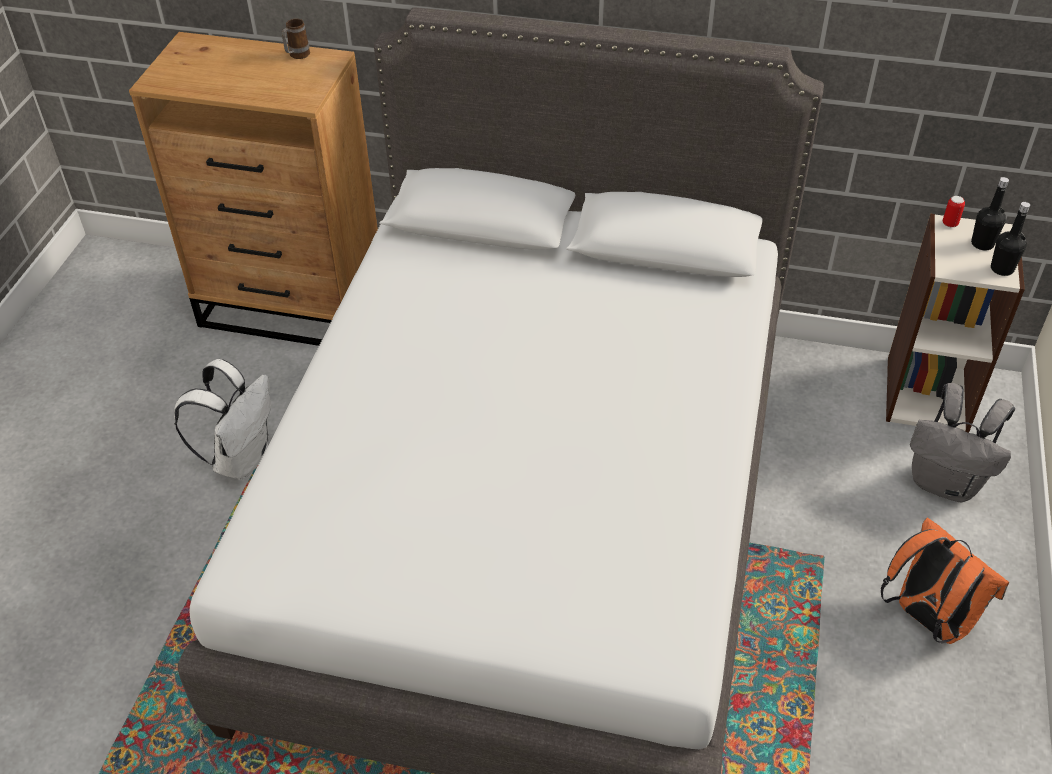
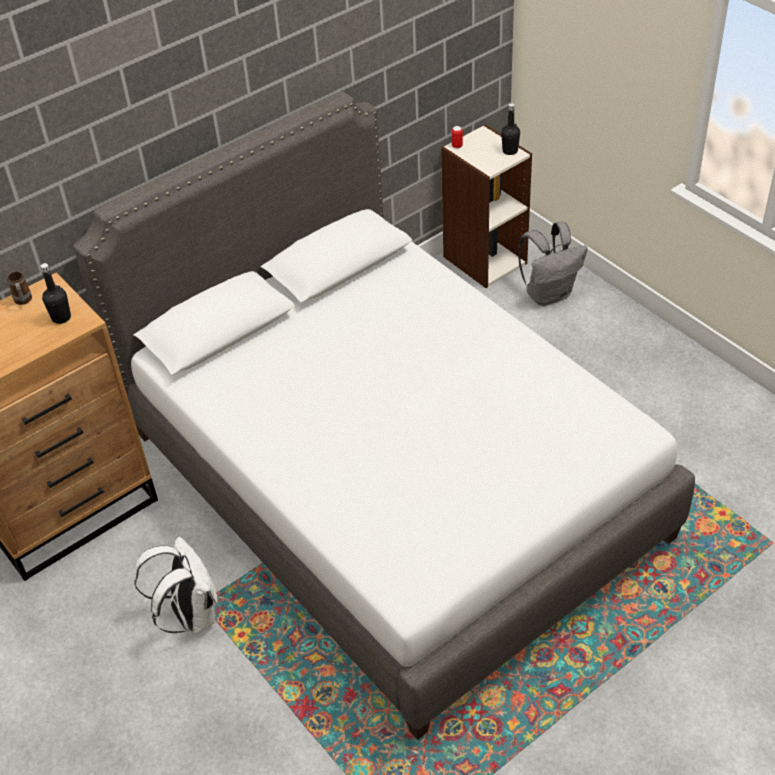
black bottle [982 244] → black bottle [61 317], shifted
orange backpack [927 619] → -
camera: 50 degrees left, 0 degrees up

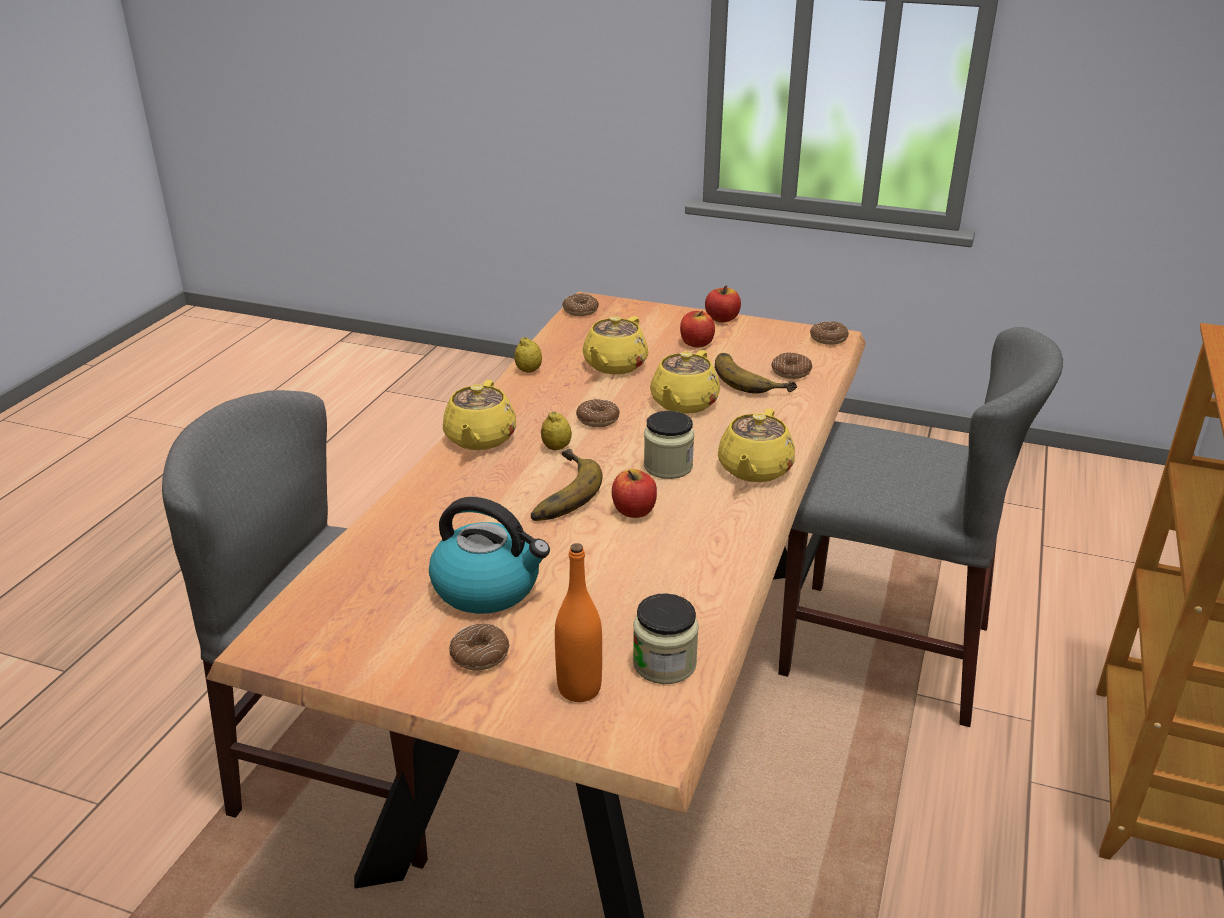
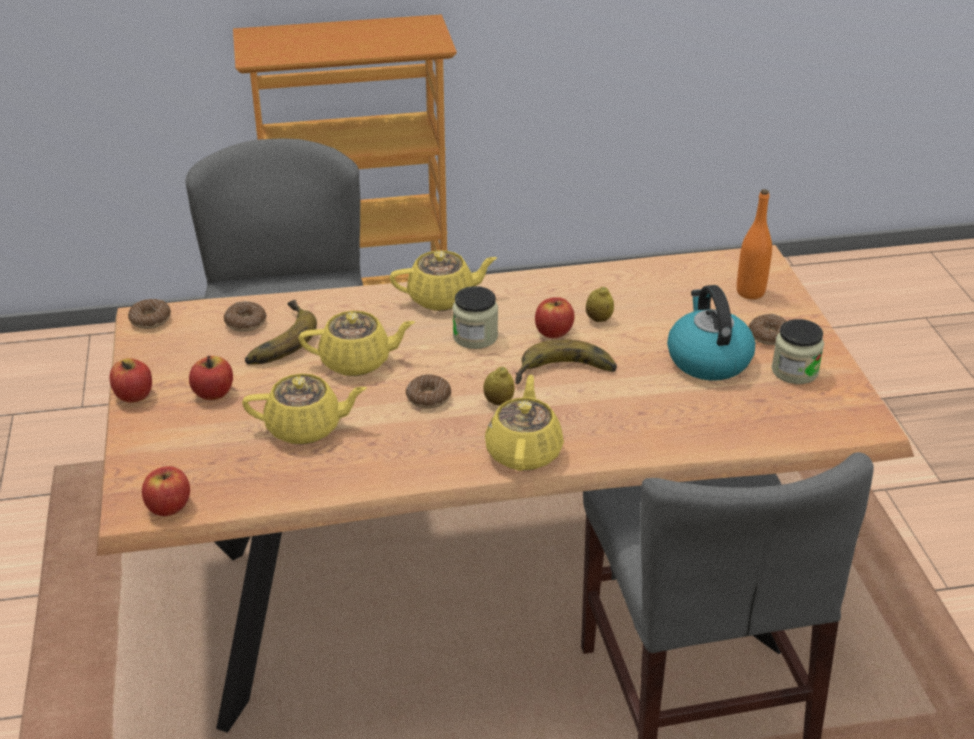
donut [580 311] → apple [168 507]
yellow teapot [479 438] → yellow teapot [524 451], 60 degrees counterclockwise
lemon [528 371] → lemon [599 319], shifted
jar [664 663] → jar [794 371], shifted
camera: 120 degrees left, 5 degrees up

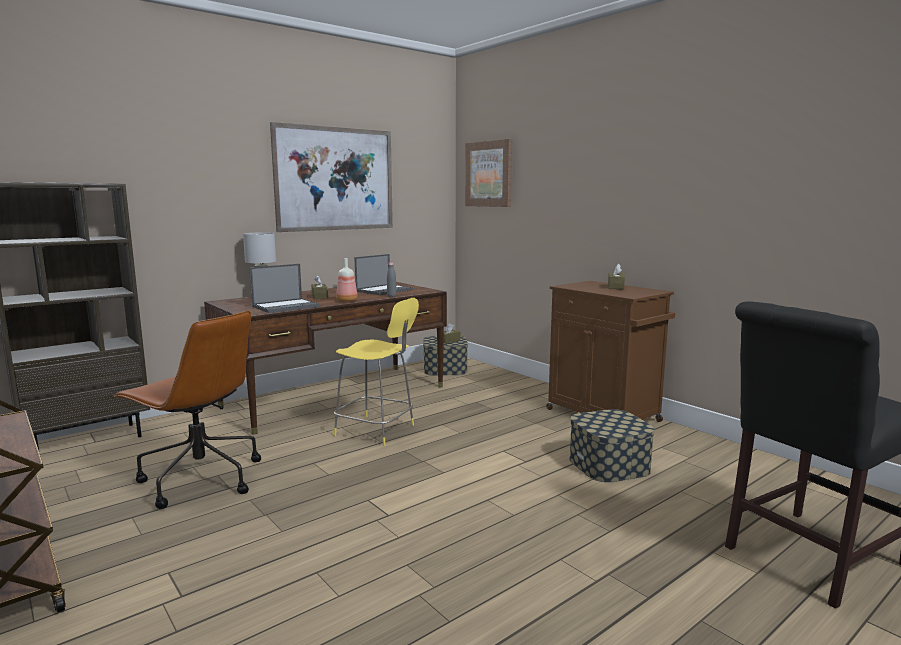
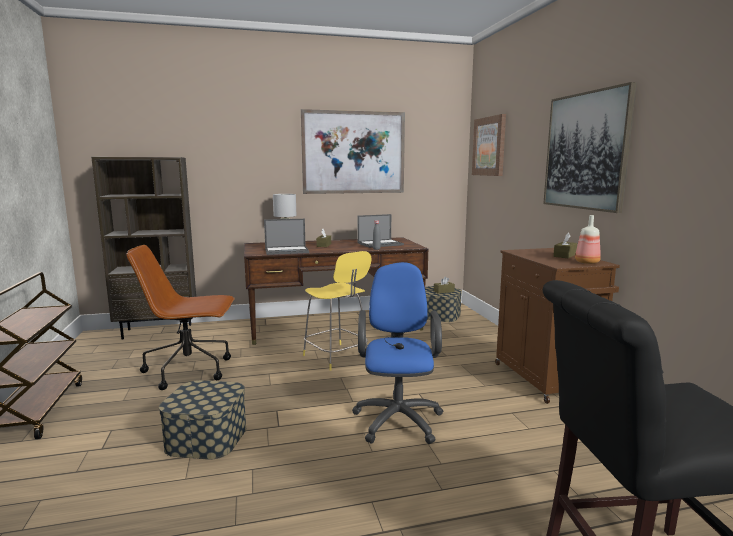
brown office chair [199 479] → brown office chair [190 370], 120 degrees clockwise
storage box [608 464] → storage box [206 438], shifted
- → blue office chair [398 418]
- → picture [586 151]
bottle [347 301] → bottle [587 262], shifted
camera: 25 degrees right, 0 degrees up

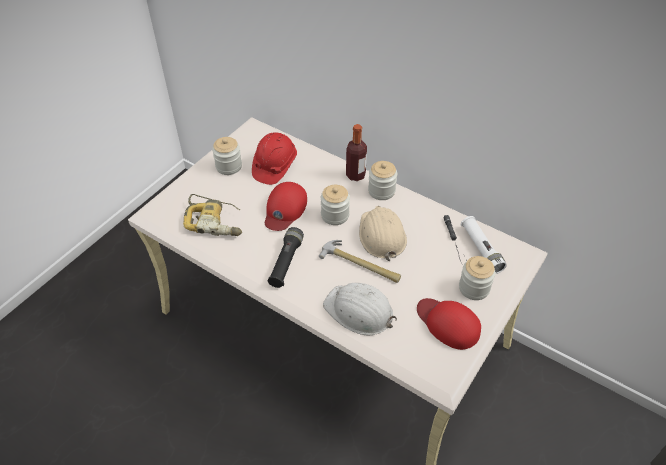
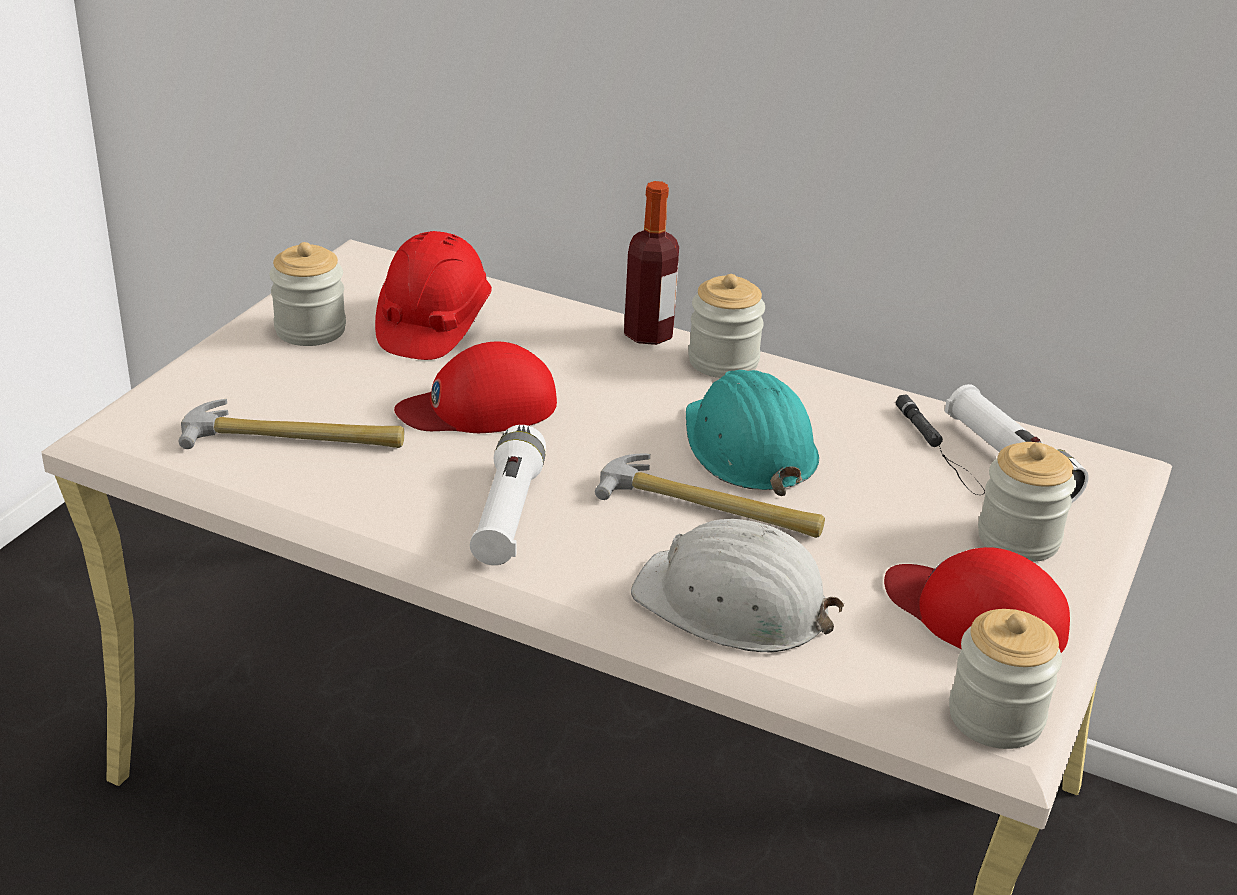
power drill [215 221] → hammer [294 439]
red cap [285 209] → red cap [479 406], 60 degrees clockwise
black flashlight [286 262] → white flashlight [508 514]
beige hard hat [381 235] → turquoise hard hat [748 447]
jar [335 215] → jar [995 717], shifted
camera: 10 degrees left, 15 degrees down

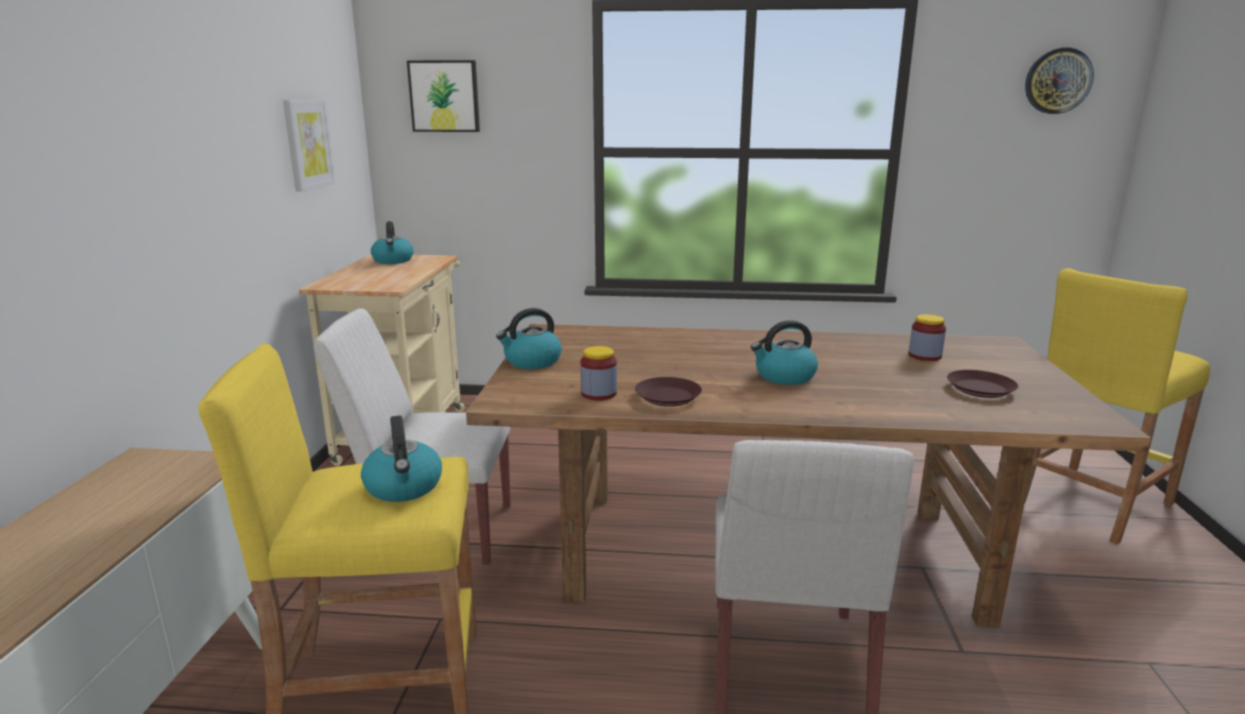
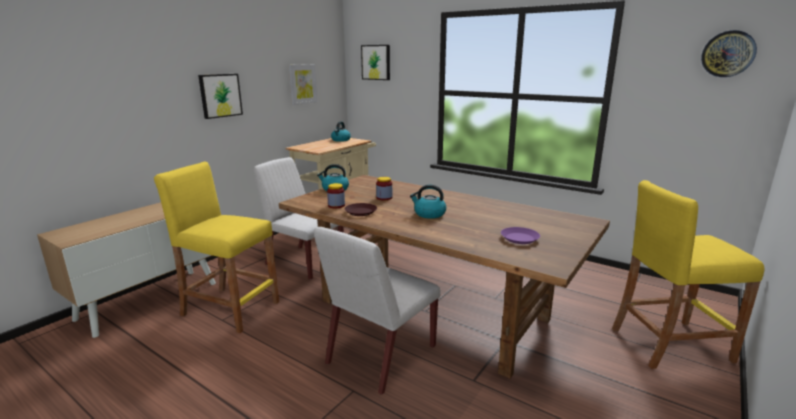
- → picture [220 95]
jar [924 356] → jar [384 198], shifted
brown plate [980 389] → purple plate [519 238]
kettle [404 487] → -
camera: 30 degrees right, 0 degrees up

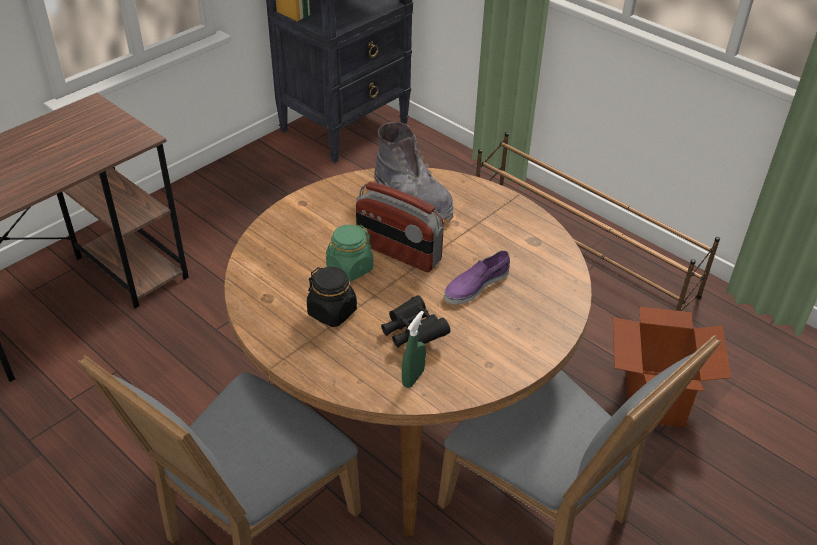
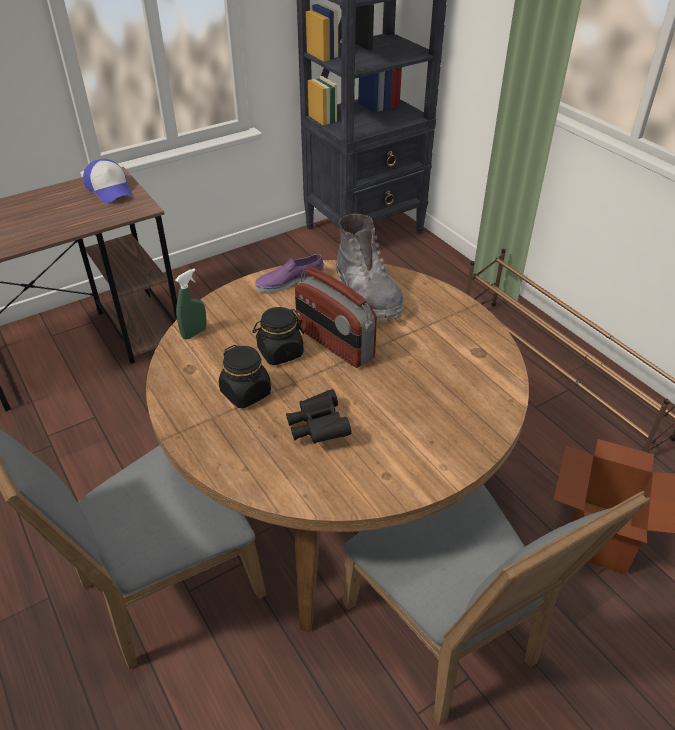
- → cap [110 189]
green spray bottle [413 378] → green spray bottle [194 333], shifted
green jar [349 268] → black jar [280 352]
purple shoe [476 285] → purple shoe [289 281], shifted
camera: 15 degrees right, 0 degrees up

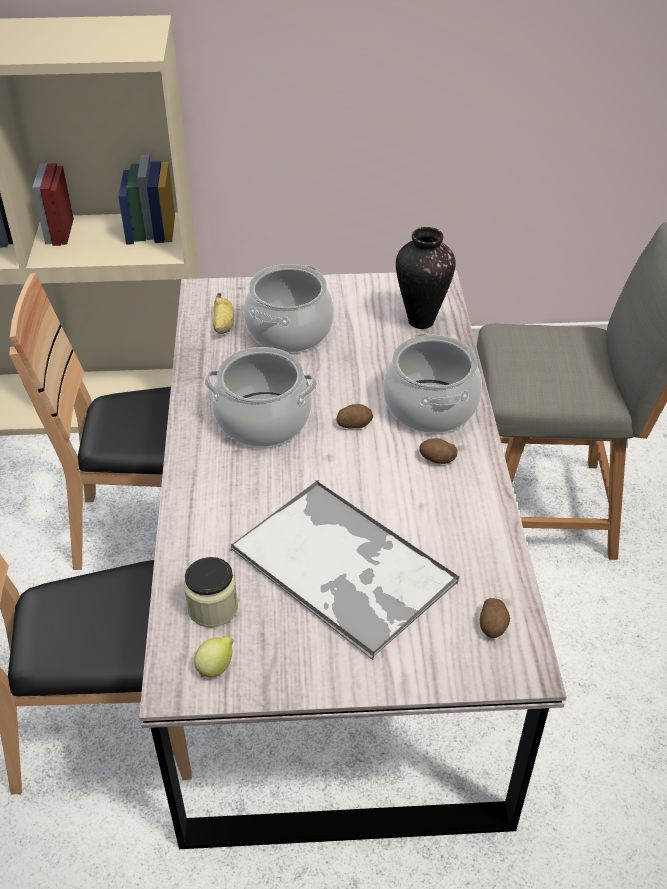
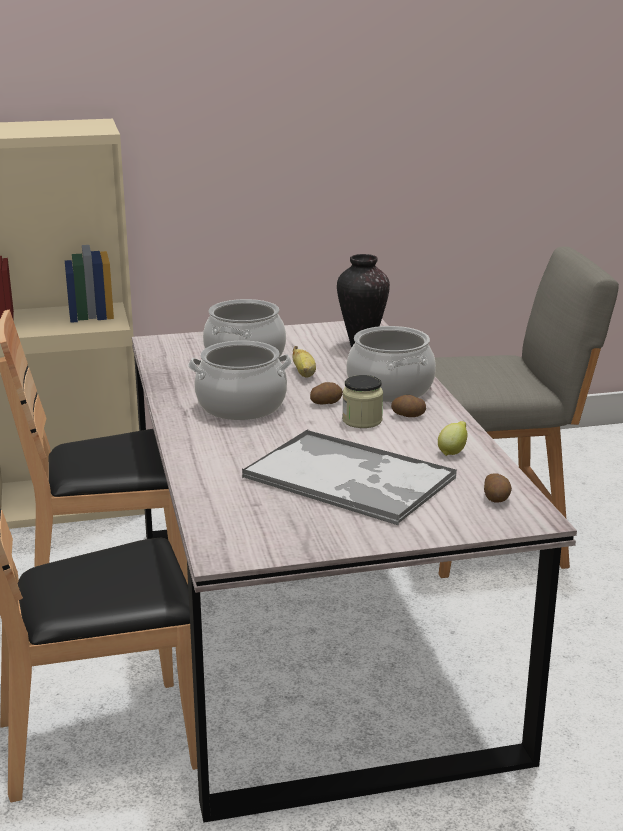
banana [223 326] → banana [304 374], shifted
jar [213 608] → jar [362 420], shifted
lemon [216 667] → lemon [452 452], shifted
camera: 10 degrees left, 20 degrees down

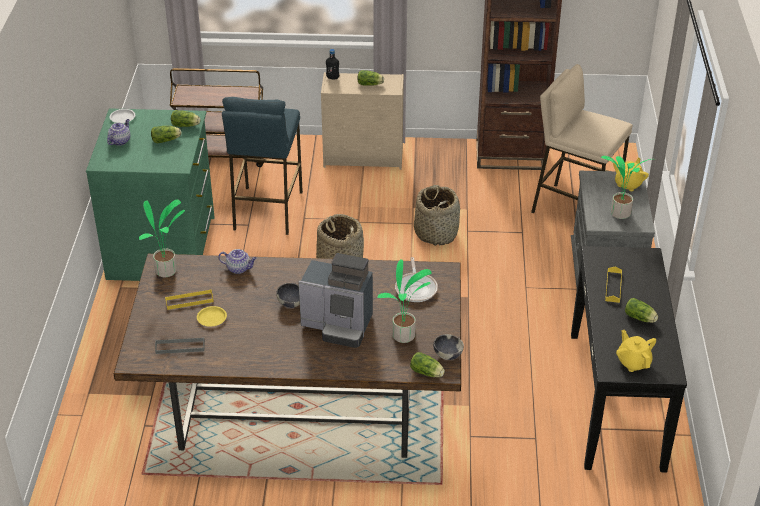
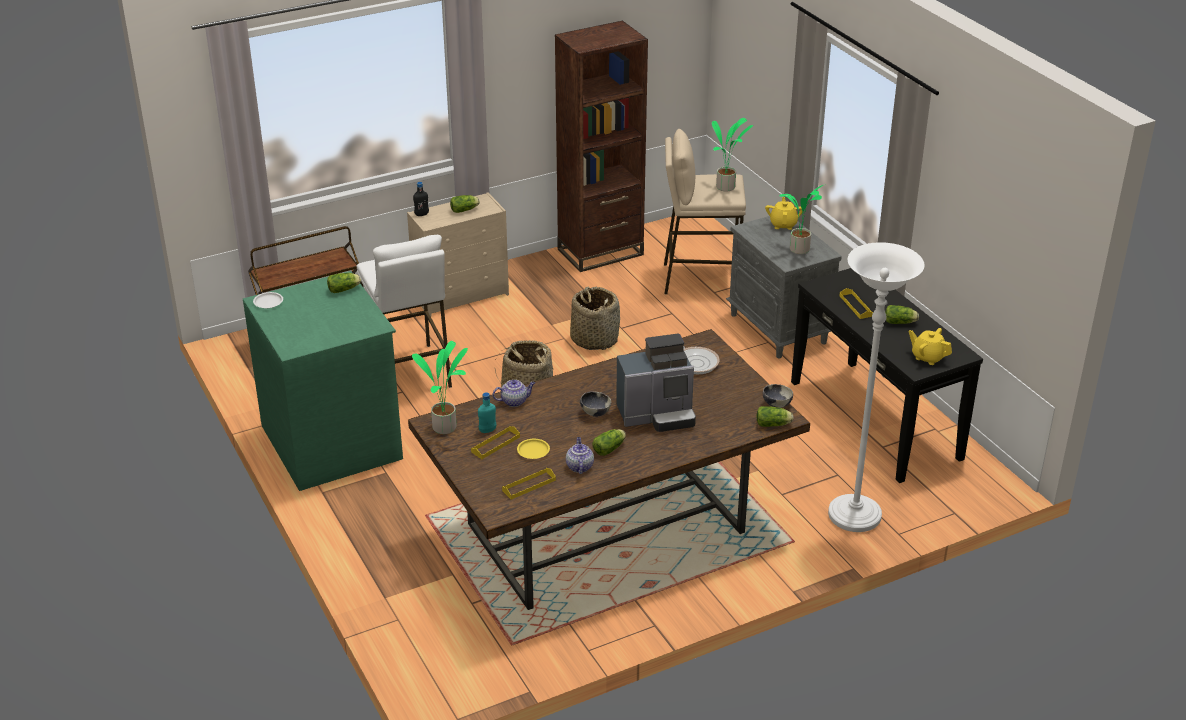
blue stool [267 211] → white stool [409 373]
- → turquoise bottle [487 430]
grey tray [180 347] → yellow tray [529 485]
teapot [120 141] → teapot [579 466], shifted
lettuce [167 140] → lettuce [610 448], shifted
potted plant [405 336] → potted plant [727 187], shifted
- → white floor lamp [854 516]
camera: 30 degrees left, 5 degrees down

